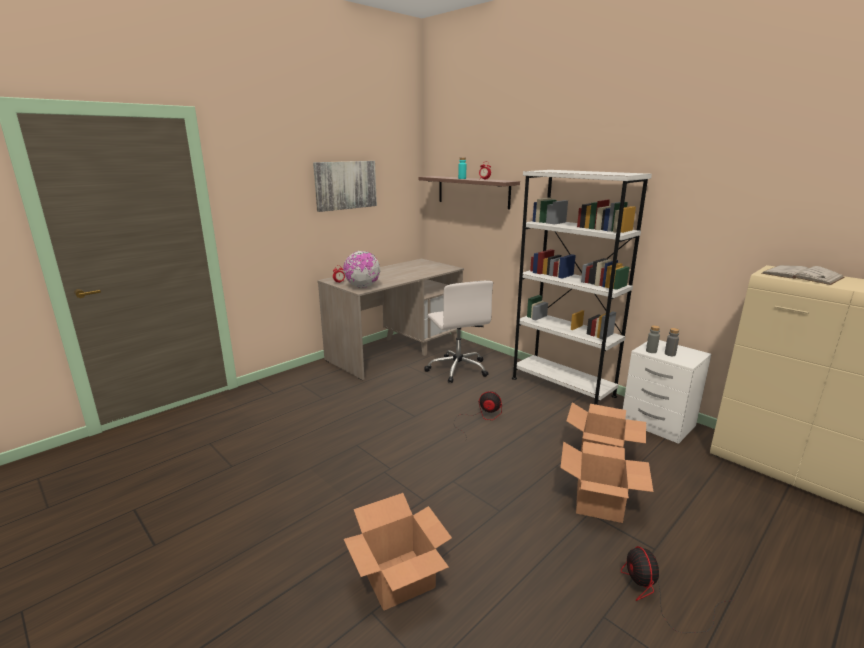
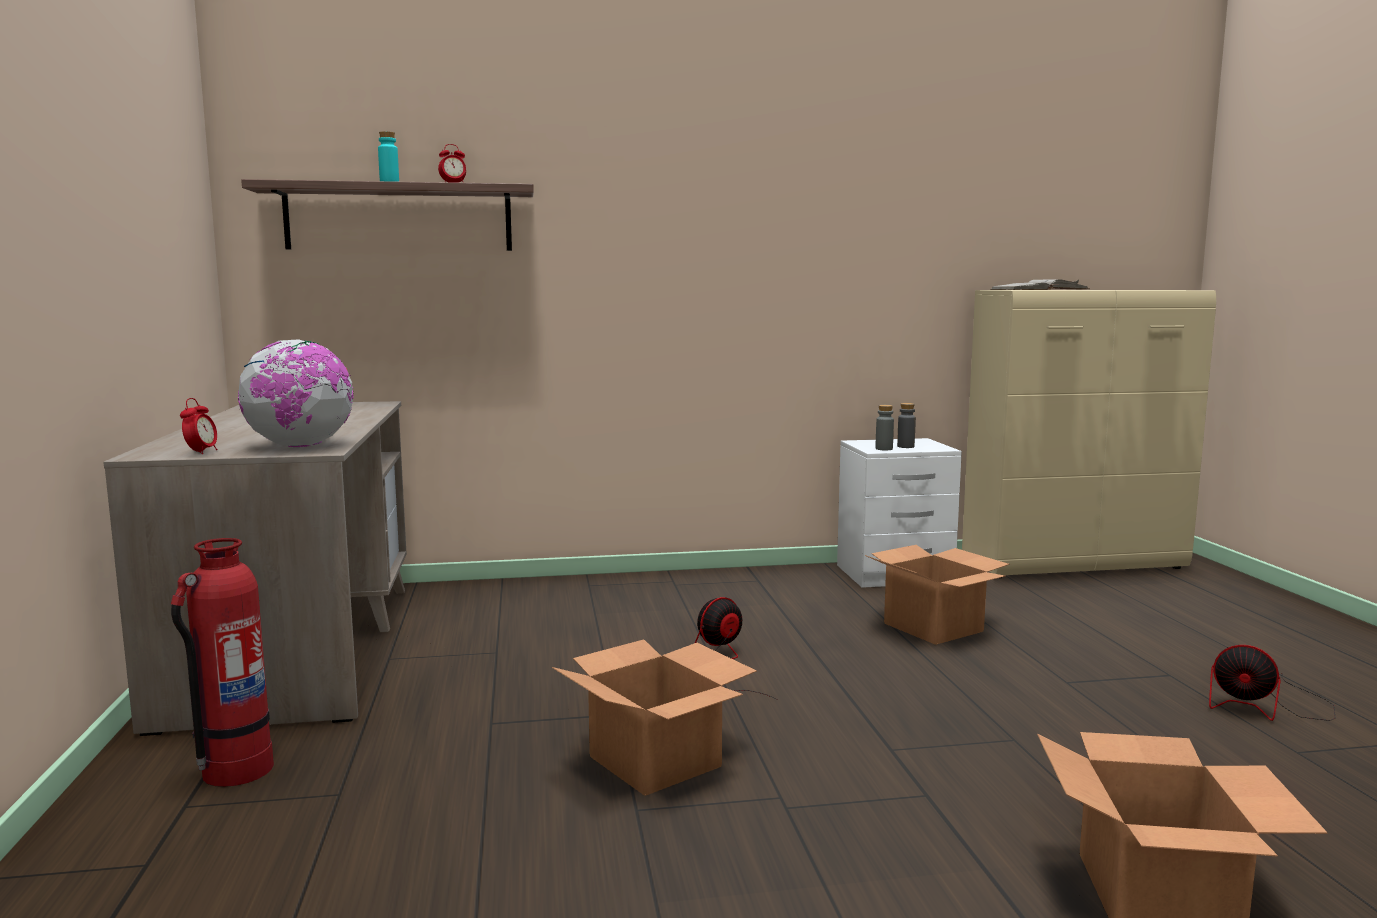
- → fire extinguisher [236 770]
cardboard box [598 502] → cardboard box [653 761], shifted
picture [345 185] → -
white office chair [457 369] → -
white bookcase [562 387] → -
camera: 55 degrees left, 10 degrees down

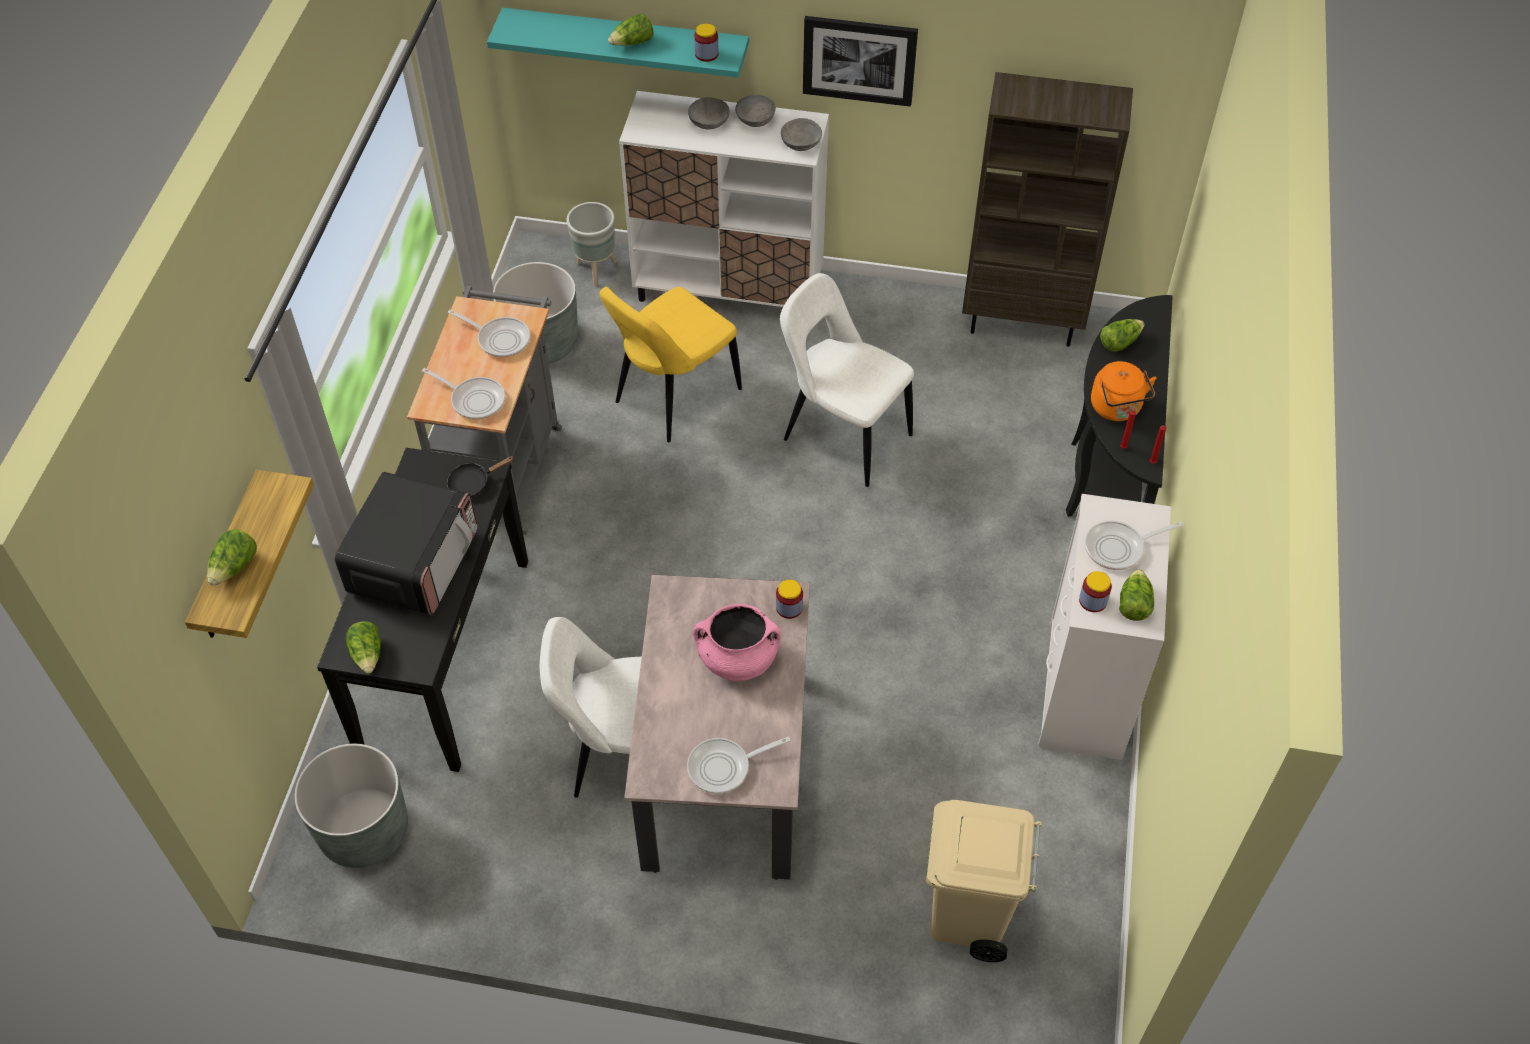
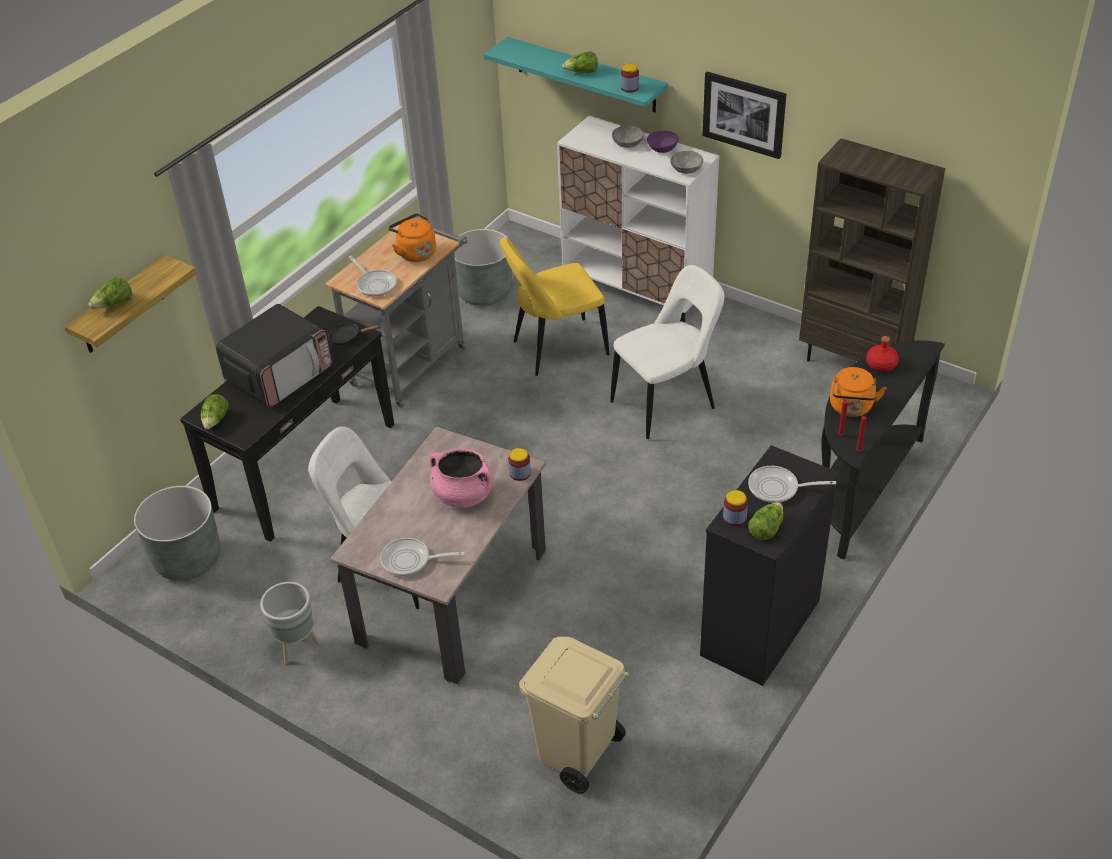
grey planter [595 270] → grey planter [296 646], shifted
frying pan [500 339] → orange kettle [415 252]
white chair [842 435] → white chair [667 403], 90 degrees clockwise
grey bowl [756 119] → purple bowl [663 148]
white dresser [1085 691] → black dresser [760 628]
lettuce [1119 342] → red bottle [880 364]
camera: 25 degrees right, 10 degrees down

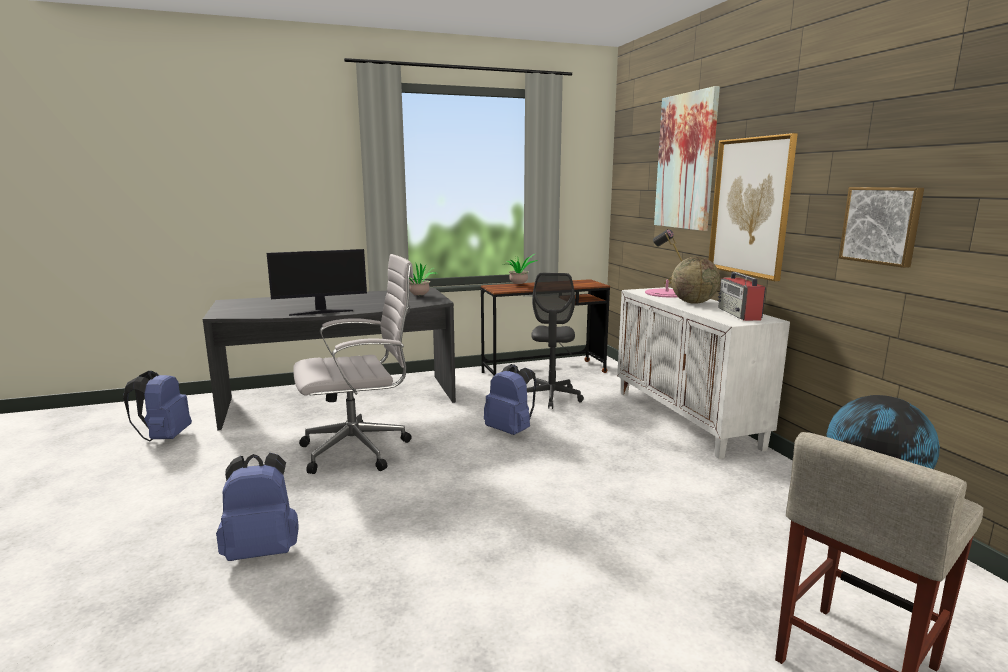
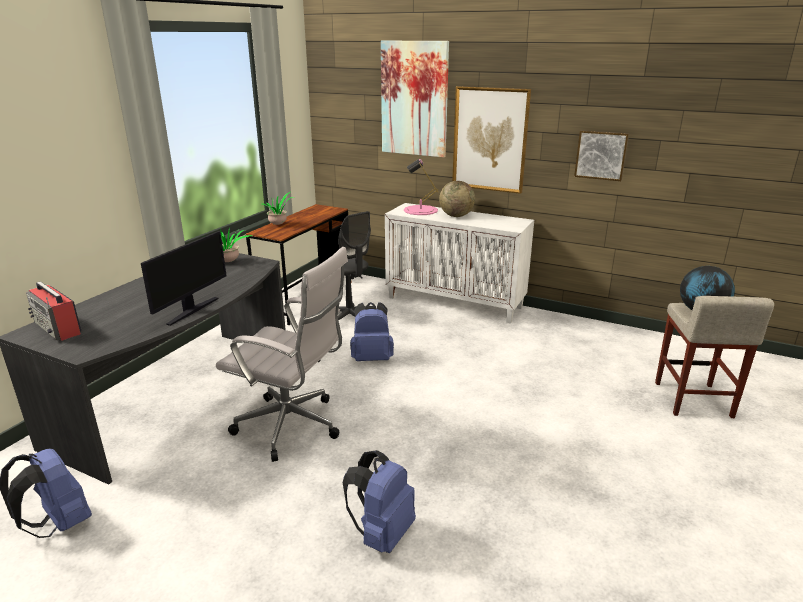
radio [739 314] → radio [58 328], shifted
white office chair [360 450] → white office chair [293 427], 90 degrees clockwise
camera: 45 degrees left, 10 degrees up

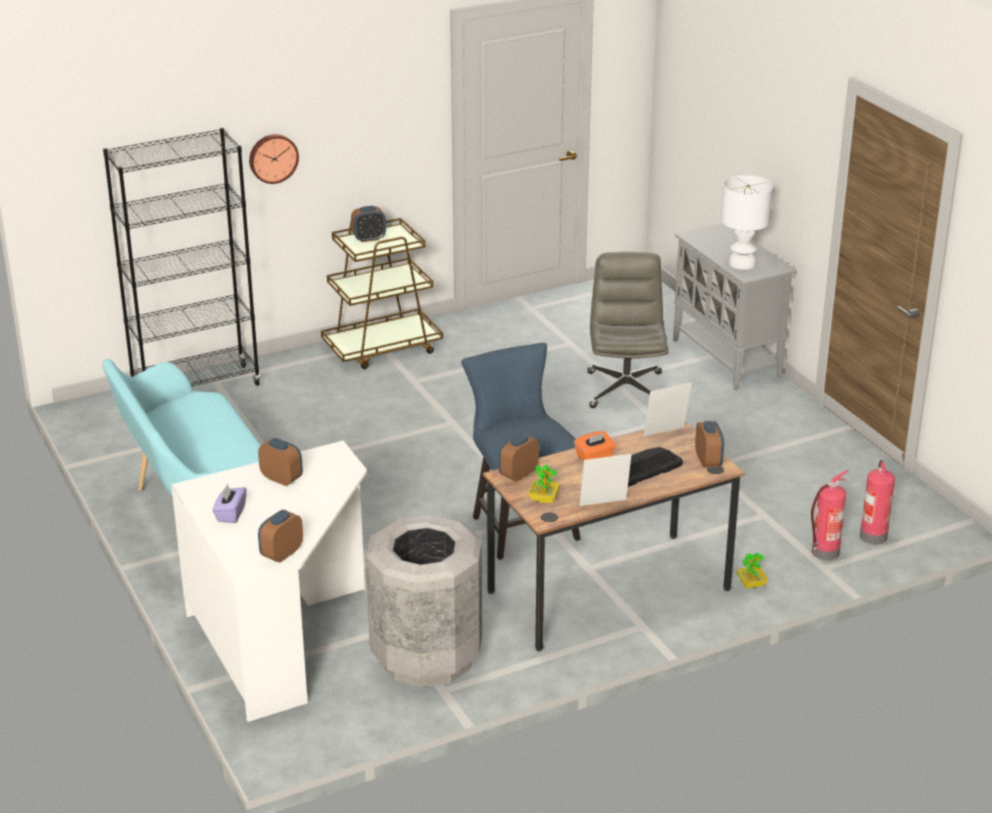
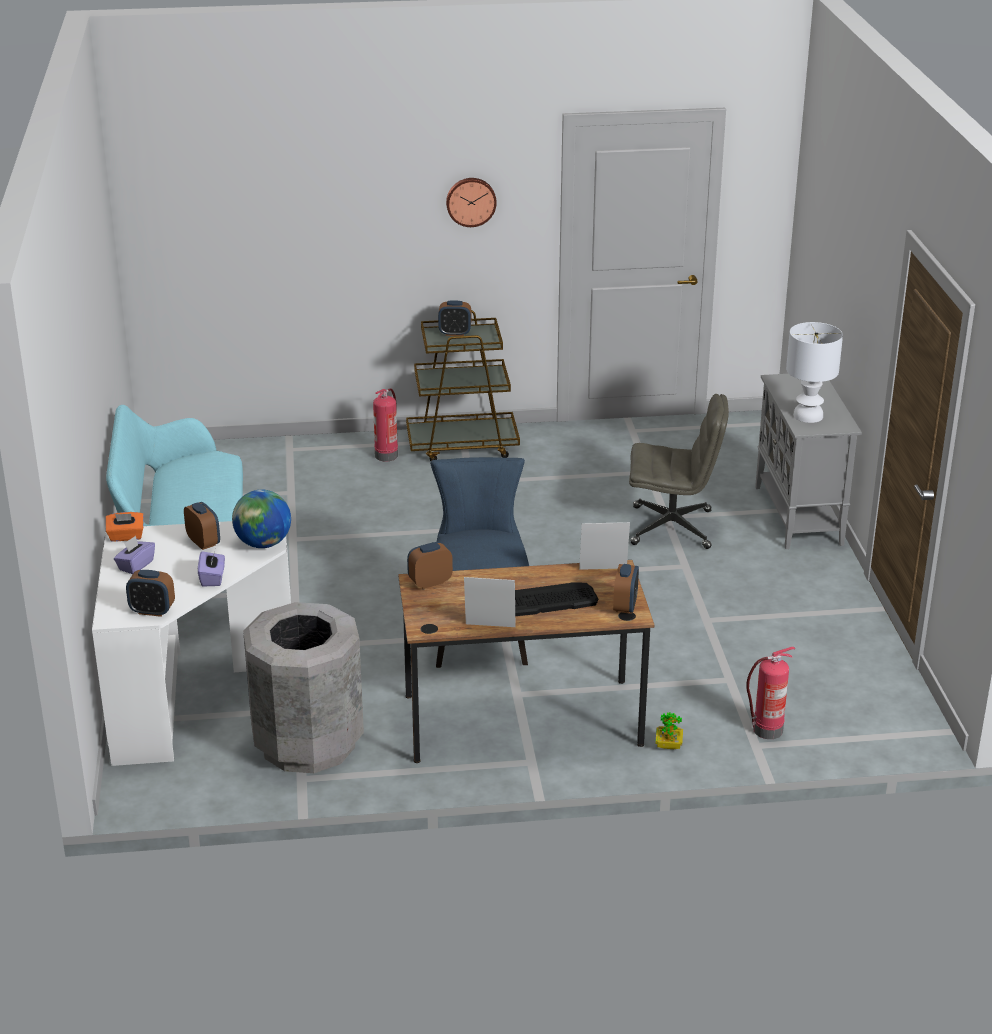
orange tissue box [594 457] → orange tissue box [126 536], shifted
alarm clock [281 554] → alarm clock [152 611], 135 degrees counterclockwise
- → purple tissue box [212 578]
- → globe [263 544]
fire extinguisher [872 535] → fire extinguisher [386 455], shifted
wall clock [273 158] → wall clock [471 201], shifted
grey office chair [625 389] → grey office chair [672 527], 75 degrees clockwise
black bookcase [196 388] → -
potted plant [544 499] → -
camera: 20 degrees right, 0 degrees up

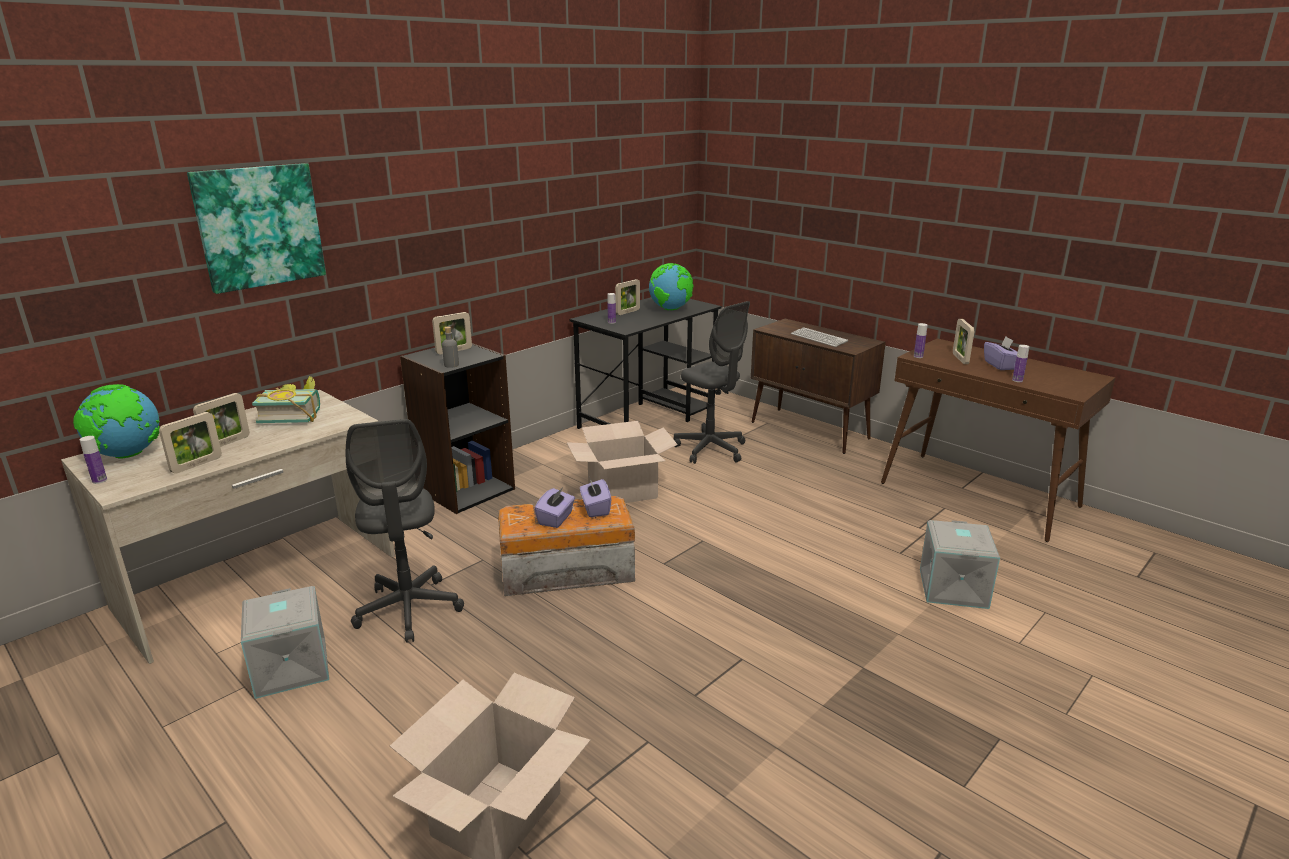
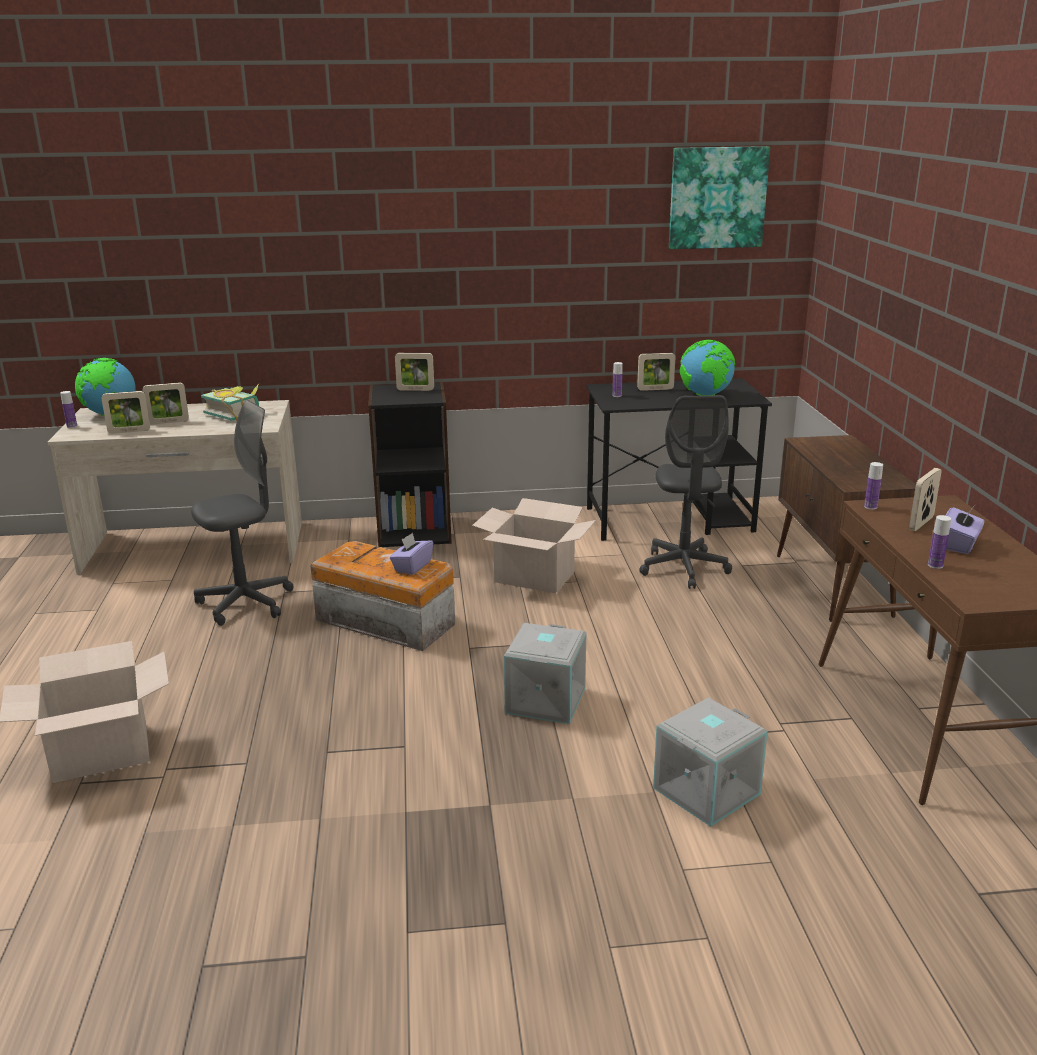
grey office chair [409 610] → grey office chair [246 603], 150 degrees counterclockwise
grey storage box [289 668] → grey storage box [544 700], shifted
picture [259 226] → picture [717 198], shifted
grey bottle [451 365] → -
purple tissue box [556 519] → -
keyboard [818 338] → -
camera: 40 degrees right, 0 degrees up

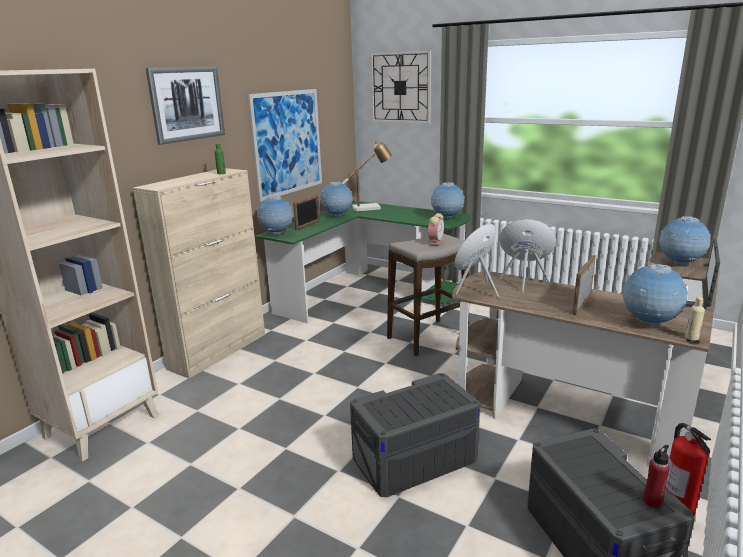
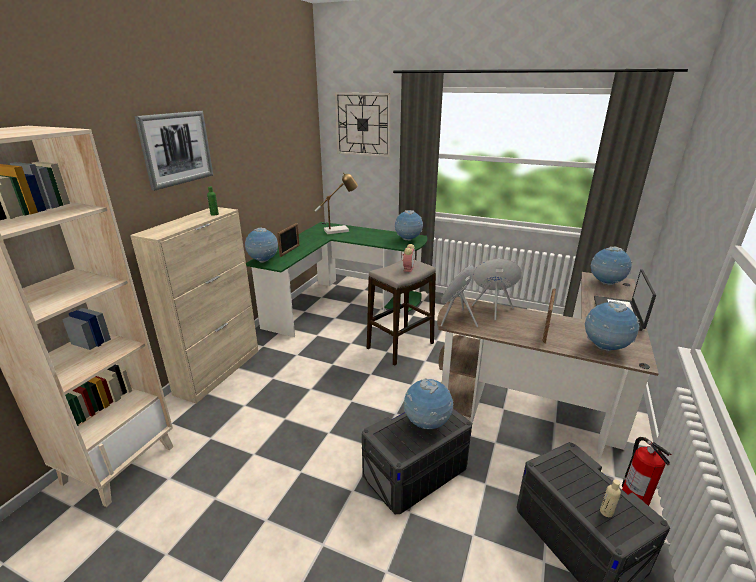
globe [337 216] → globe [427 424], shifted
beige bottle [691 337] → beige bottle [606 512], shifted
picture [288 143] → -
red bottle [652 501] → -
camera: 10 degrees left, 5 degrees up

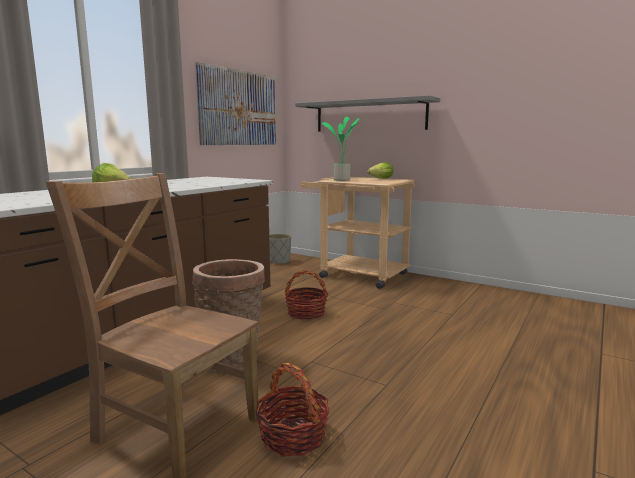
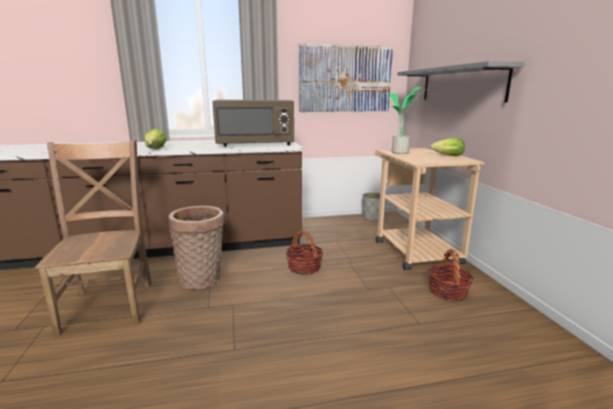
- → brown microwave [255 144]
basket [293 436] → basket [447 291], shifted
camera: 45 degrees right, 5 degrees up

